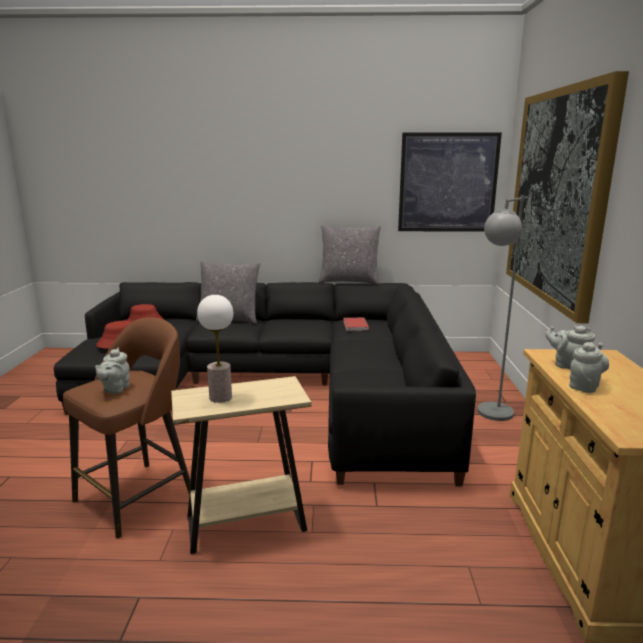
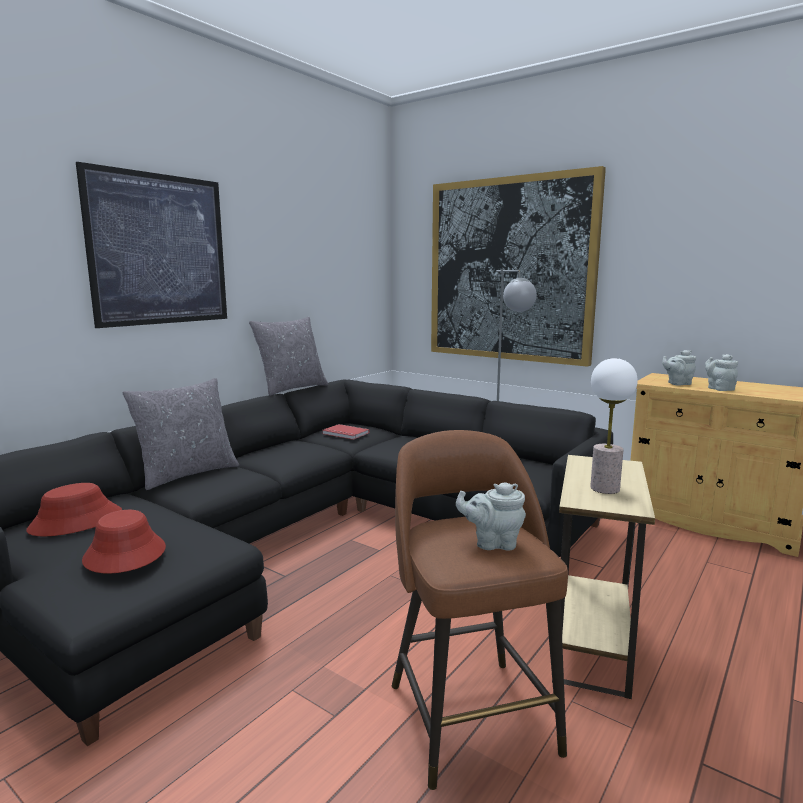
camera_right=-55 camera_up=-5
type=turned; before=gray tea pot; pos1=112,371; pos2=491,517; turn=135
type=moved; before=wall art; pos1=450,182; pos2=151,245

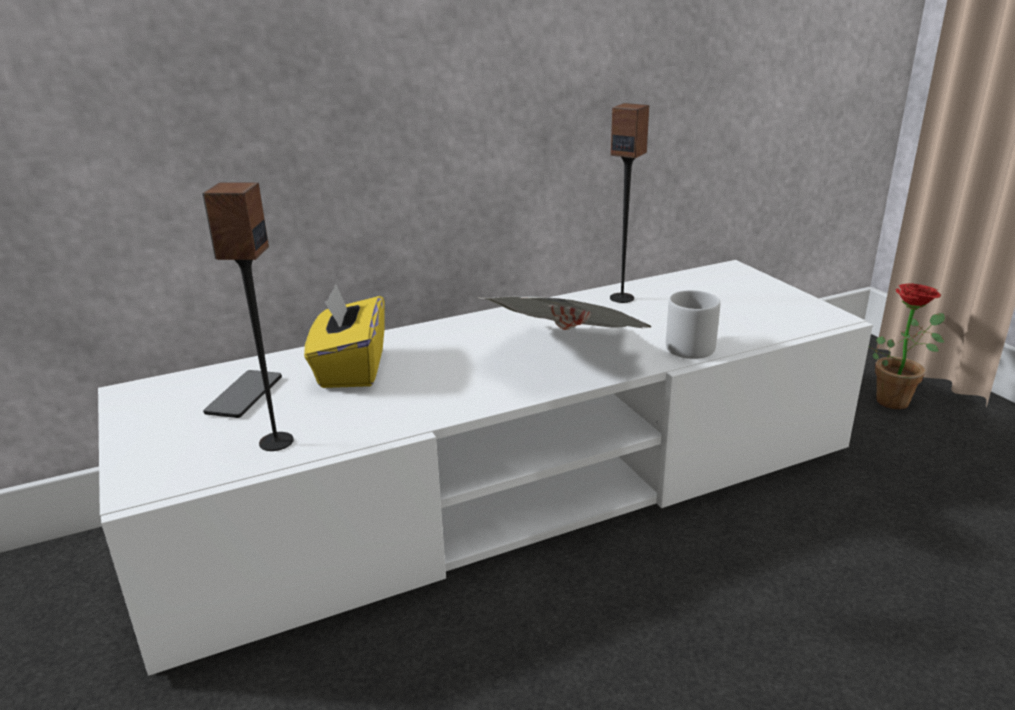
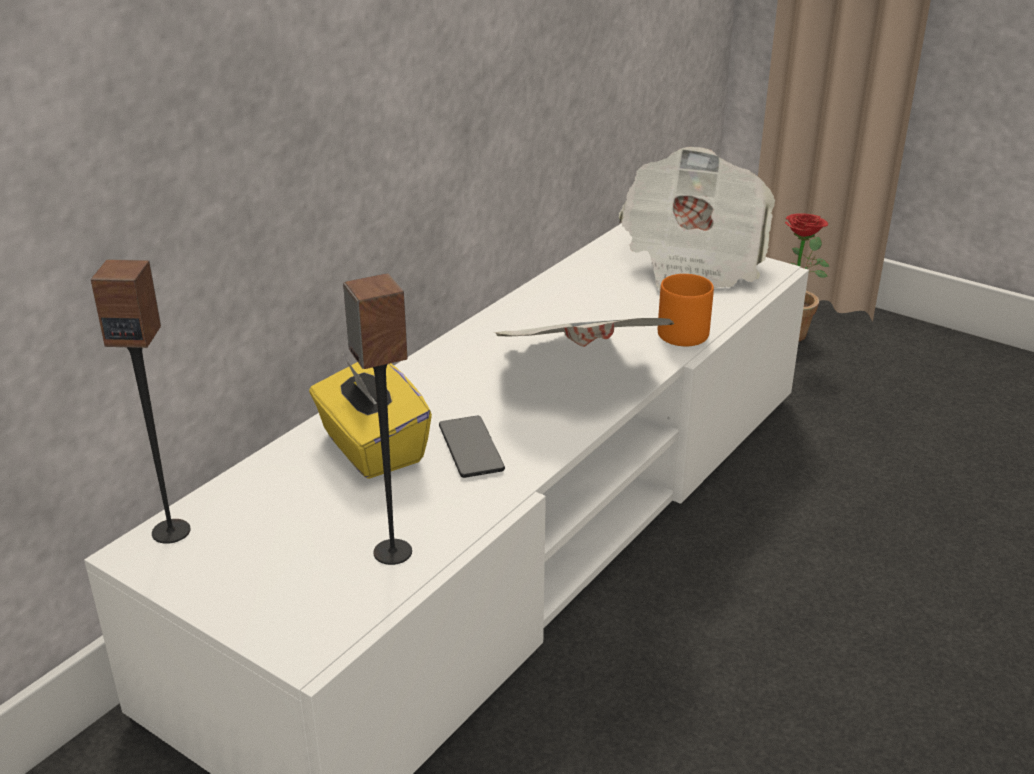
camera_right=-30 camera_up=5
type=moved; before=telephone; pos1=242,394; pos2=472,447
type=moved; before=speaker; pos1=629,203; pos2=141,401
type=recoloured; before=gray tea mug; after=orangey tea mug; pos1=693,324; pos2=686,310
type=added; after=printed paper; pos2=697,218

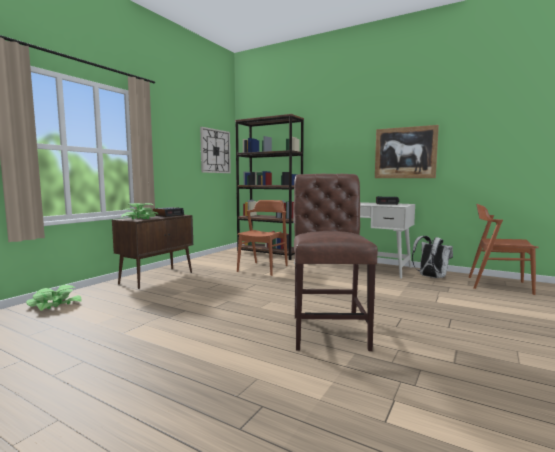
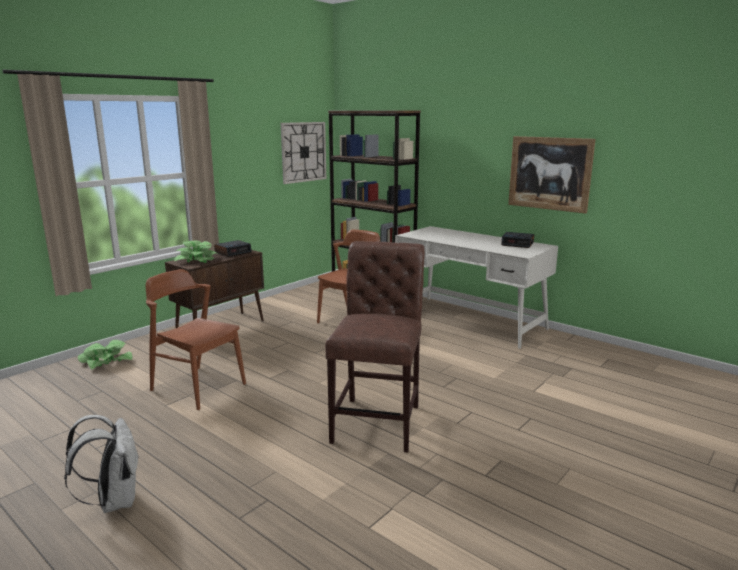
camera_right=10 camera_up=10
type=moved; before=white-coloured knapsack; pos1=432,257; pos2=101,464
type=moved; before=brownish chair; pos1=503,249; pos2=196,339

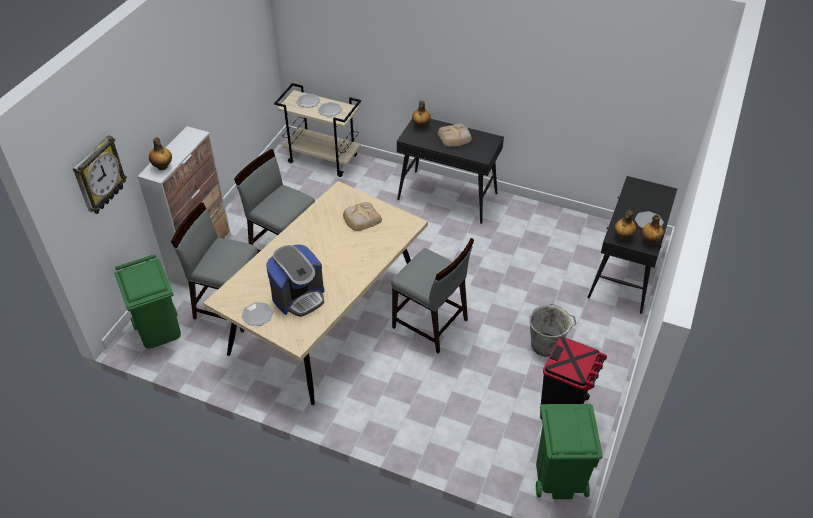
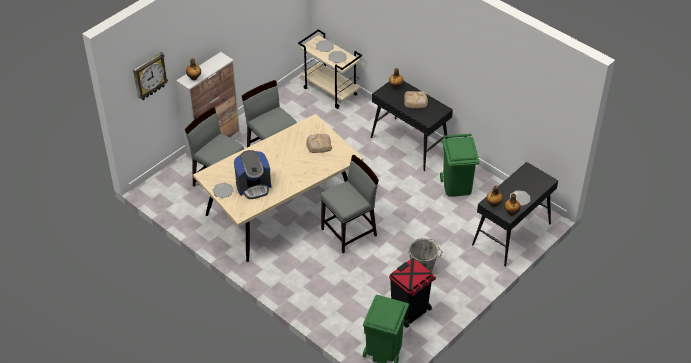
camera_right=20 camera_up=0
type=moved; before=greenish rubbish bin; pos1=148,301; pos2=460,165
type=turned; before=gray chair; pos1=432,296; pos2=350,204; turn=-90

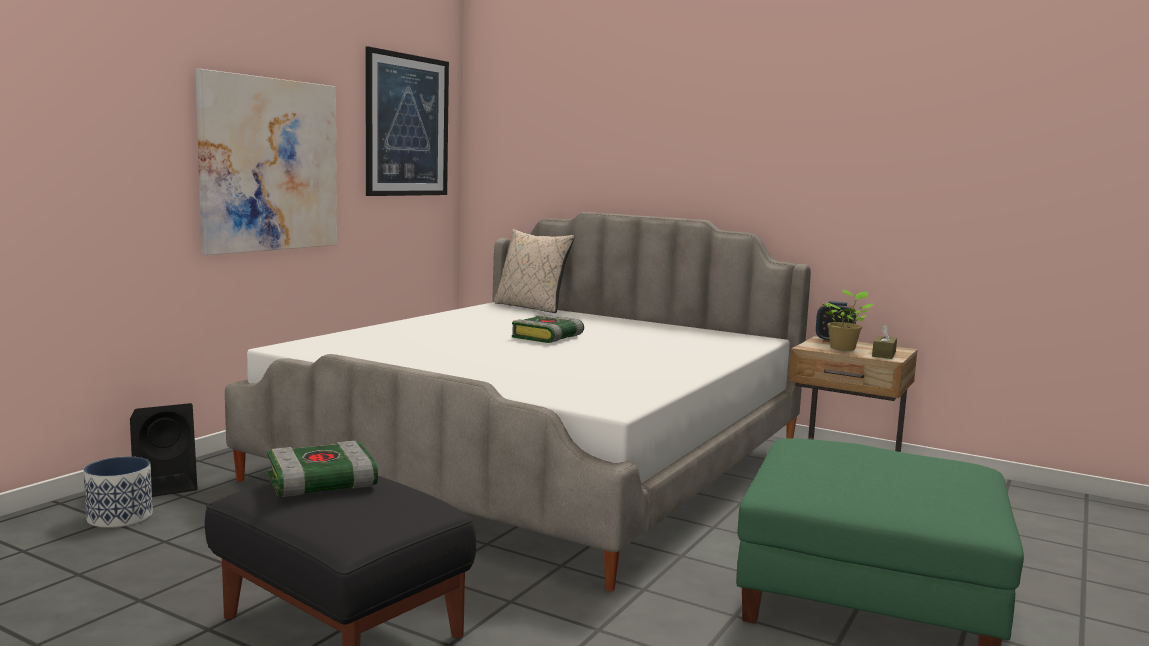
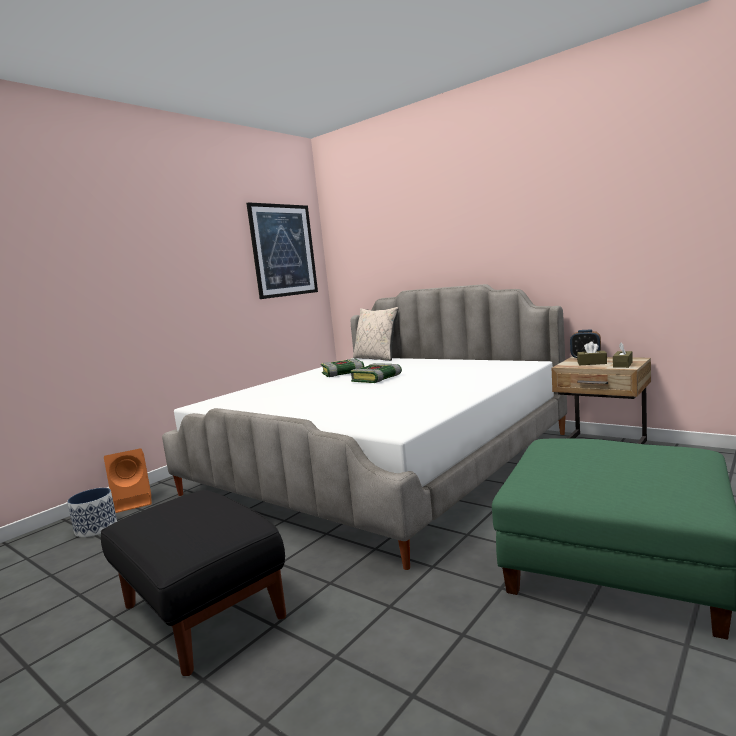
camera_right=10 camera_up=0
type=recoloured; before=black speaker; after=orangey speaker; pos1=163,450; pos2=128,480
type=removed; before=wall art; pos1=266,162
type=moved; before=volume; pos1=322,469; pos2=342,367
type=replaced; before=potted plant; after=brownish tissue holder; pos1=848,320; pos2=592,353

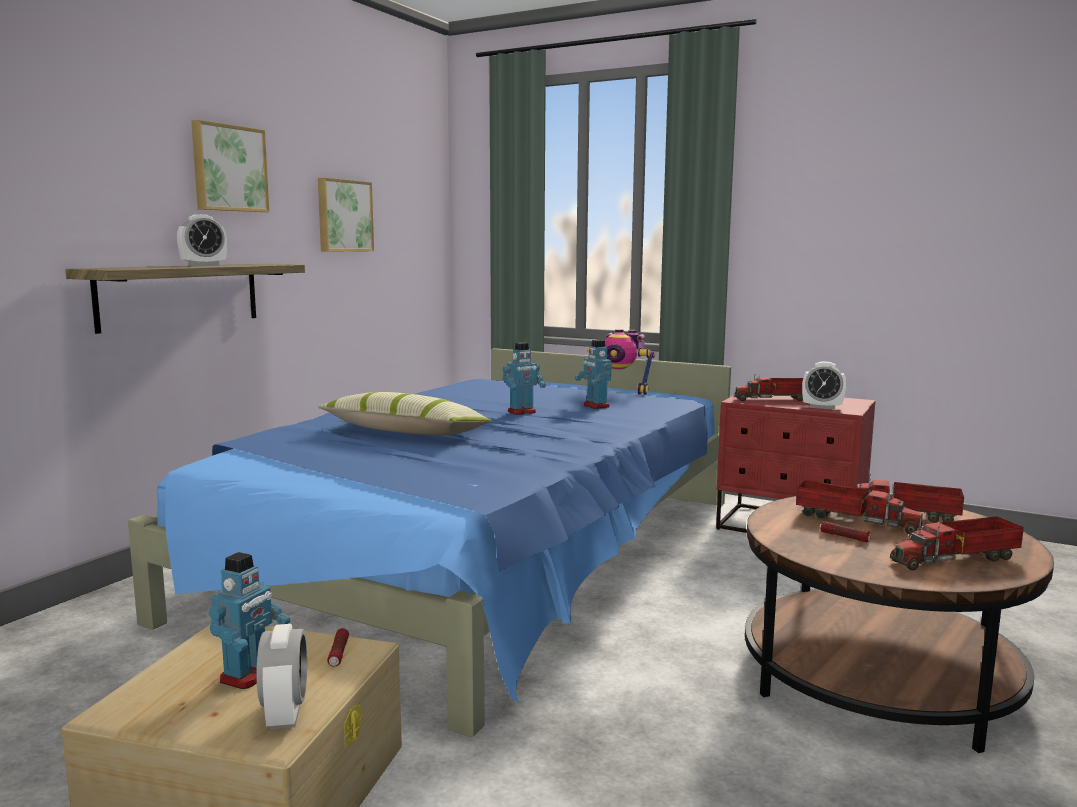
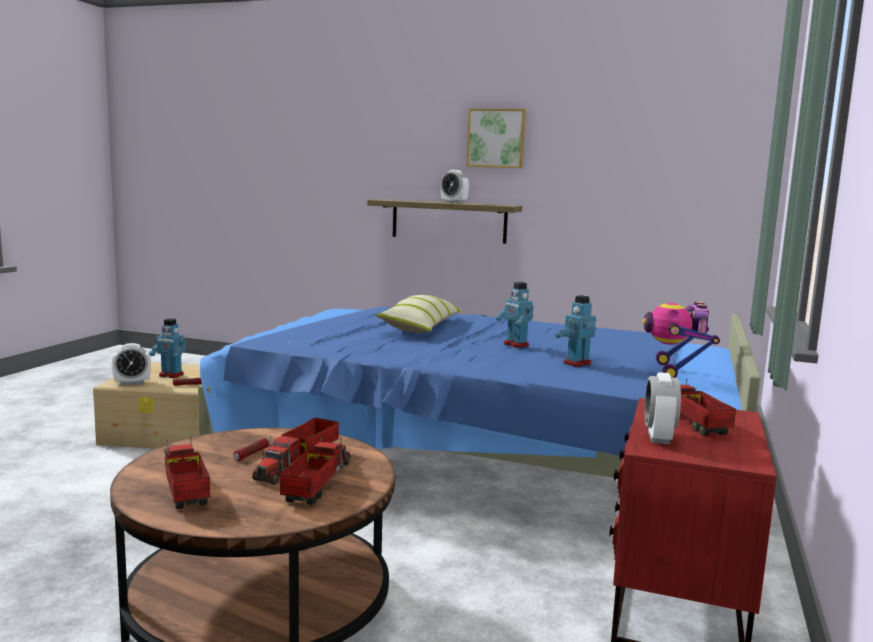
camera_right=80 camera_up=0
type=removed; before=wall art; pos1=346,215

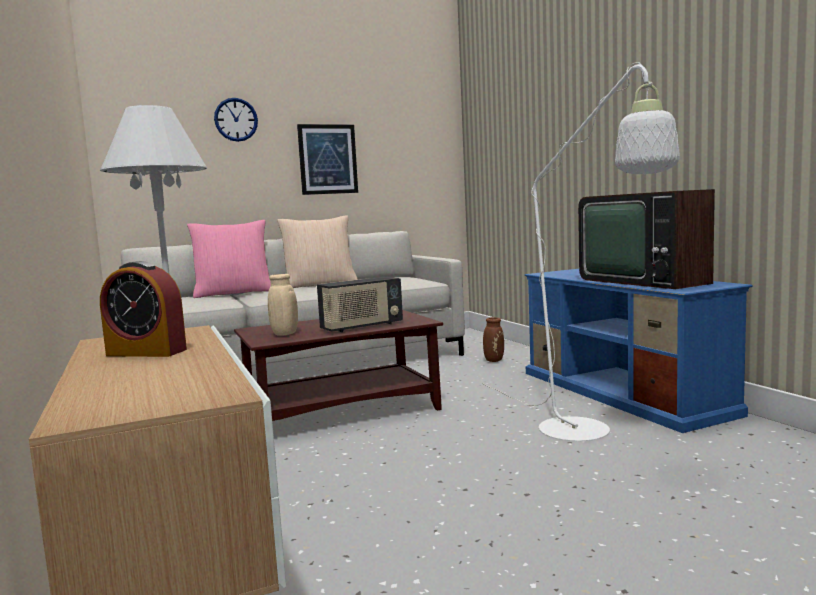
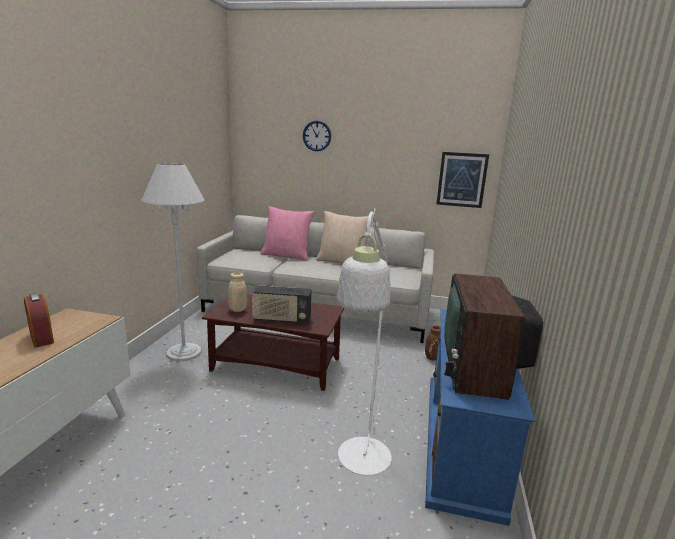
camera_right=35 camera_up=10
type=moved; before=wall art; pos1=327,159; pos2=462,180

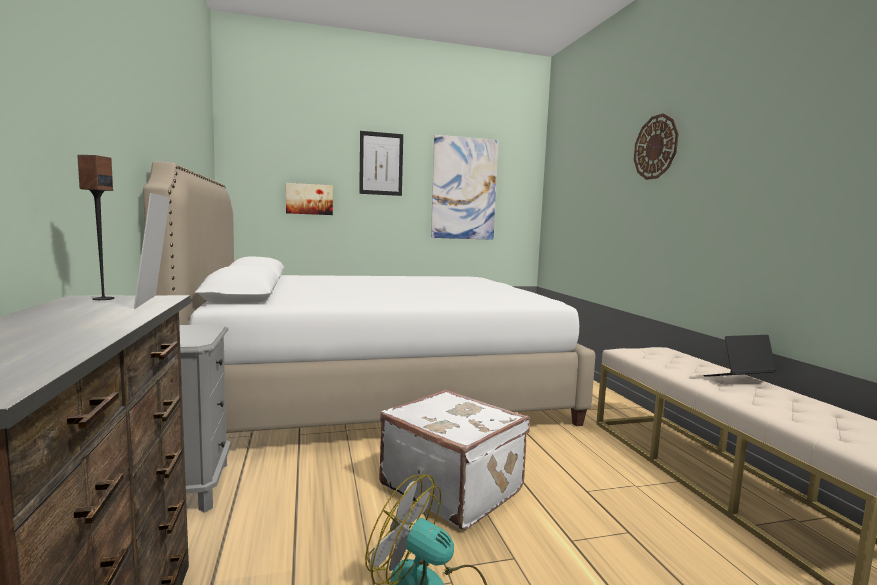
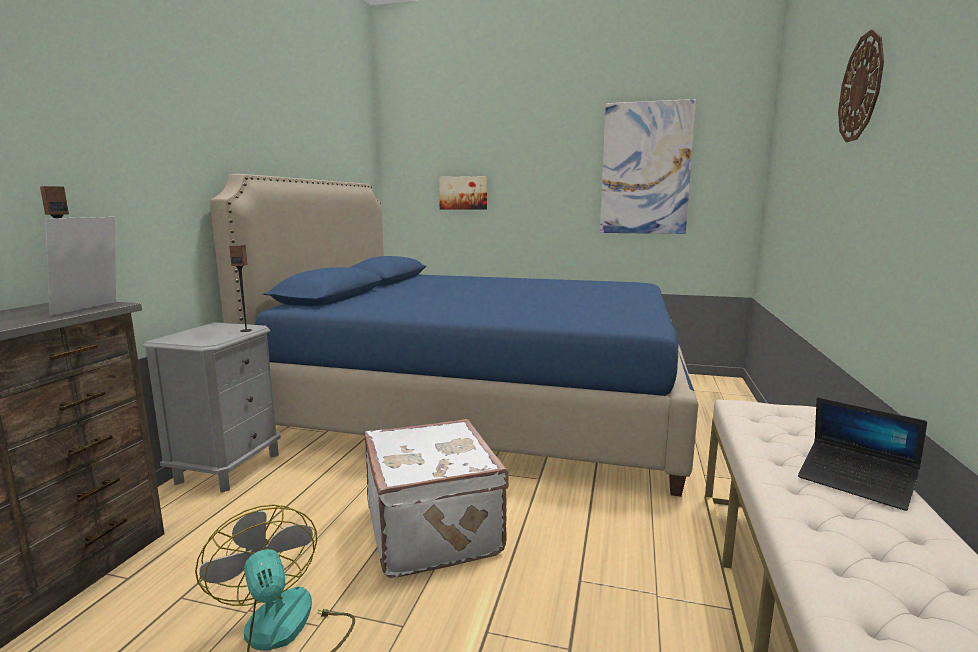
camera_right=30 camera_up=5
type=recoloured; before=white-coloured bed; after=blue-coloured bed; pos1=369,297; pos2=454,335
type=removed; before=wall art; pos1=381,163
type=turned; before=laptop; pos1=739,356; pos2=862,454; turn=-150
type=added; after=speaker; pos2=240,288

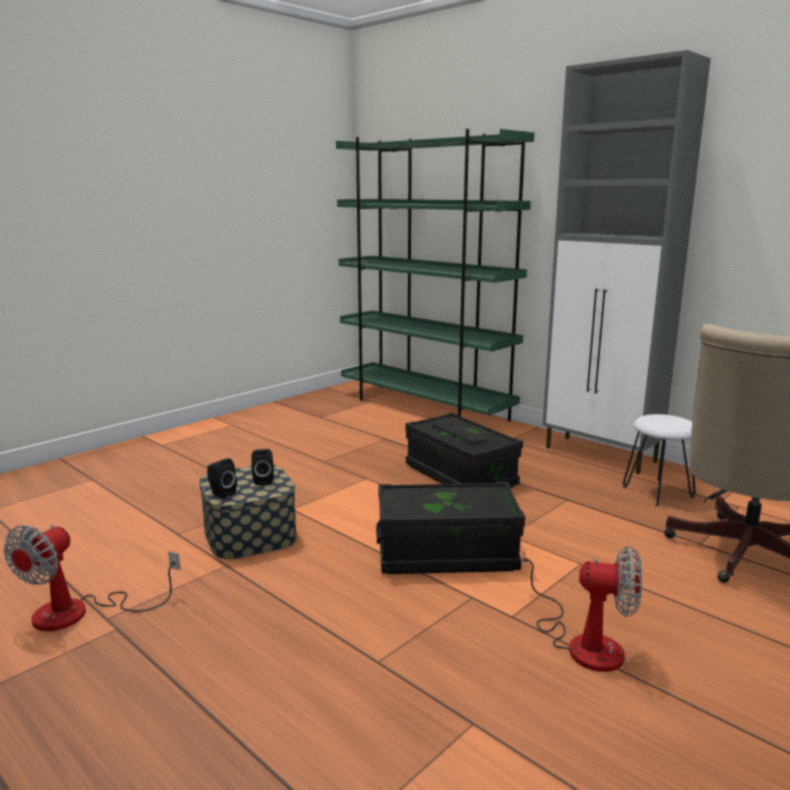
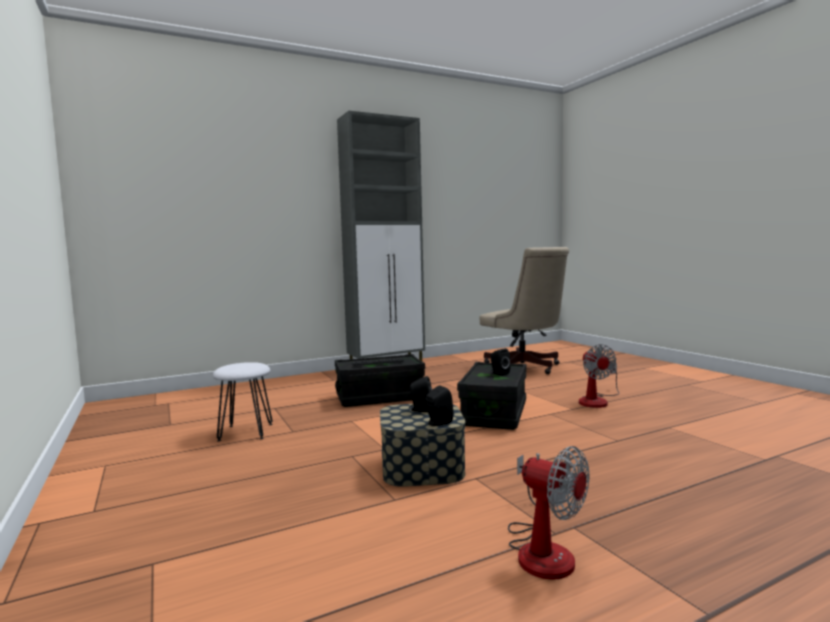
camera_right=-70 camera_up=-10
type=removed; before=greenish bookcase; pos1=435,275
type=turned; before=cooling fan; pos1=582,609; pos2=599,376; turn=135
type=moved; before=white-coloured stool seat; pos1=659,460; pos2=243,401
type=added; after=black speaker; pos2=500,362

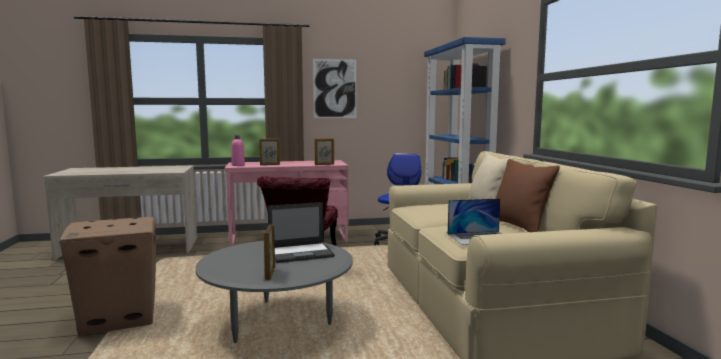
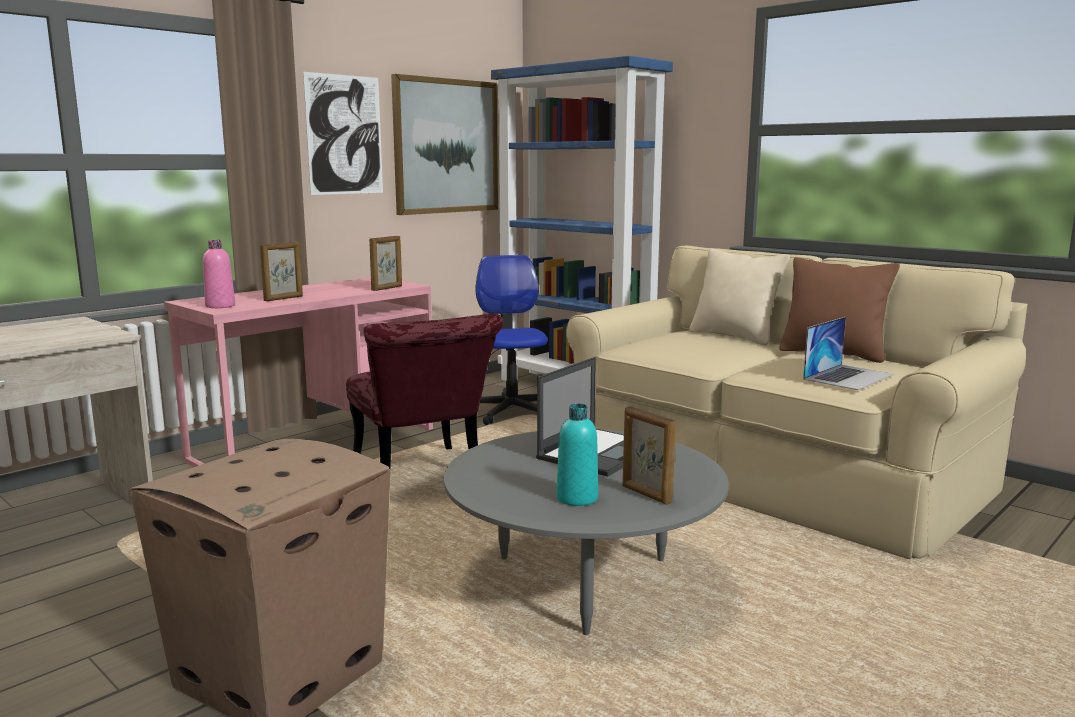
camera_right=-35 camera_up=5
type=added; after=wall art; pos2=444,144
type=added; after=turquoise-coloured drink bottle; pos2=577,455

